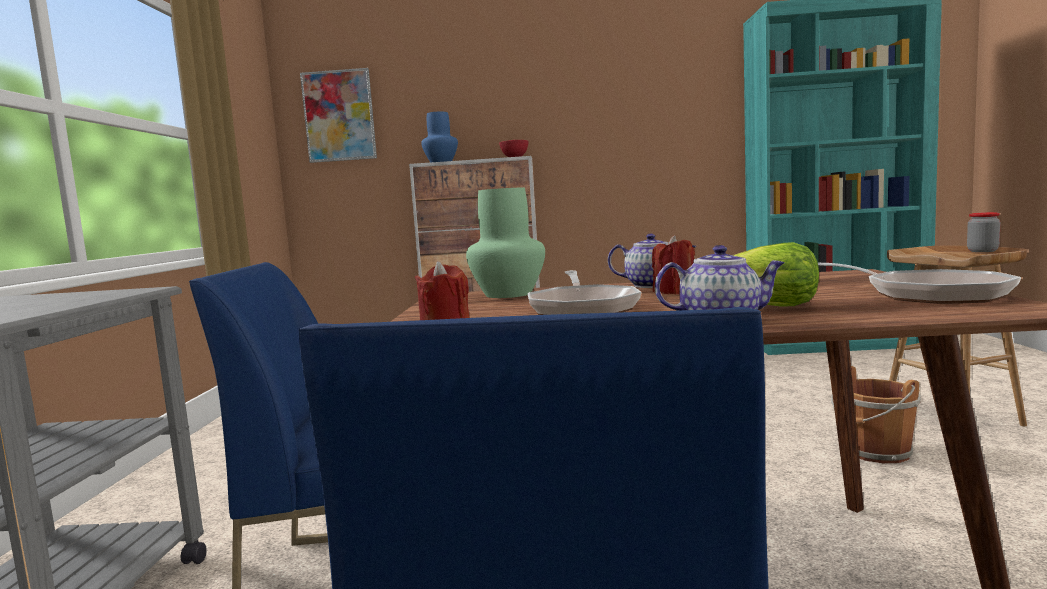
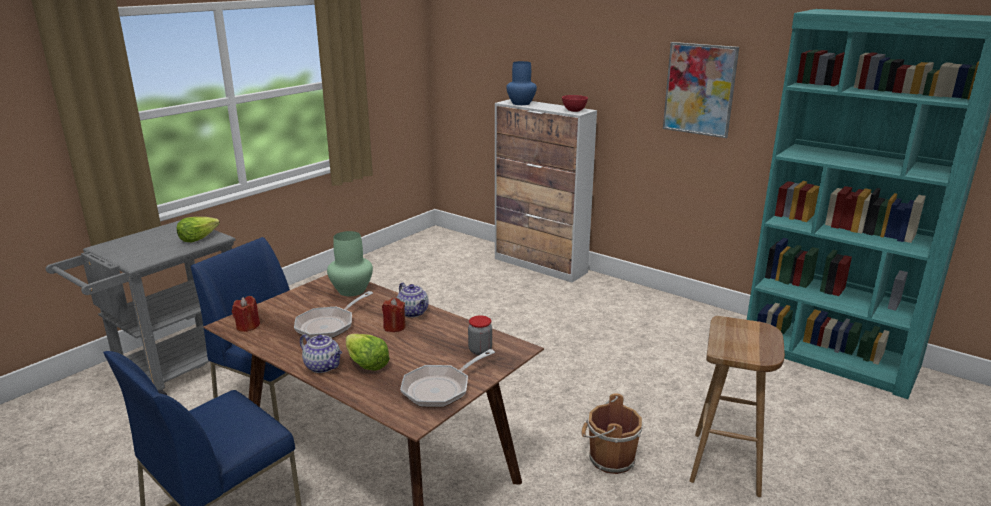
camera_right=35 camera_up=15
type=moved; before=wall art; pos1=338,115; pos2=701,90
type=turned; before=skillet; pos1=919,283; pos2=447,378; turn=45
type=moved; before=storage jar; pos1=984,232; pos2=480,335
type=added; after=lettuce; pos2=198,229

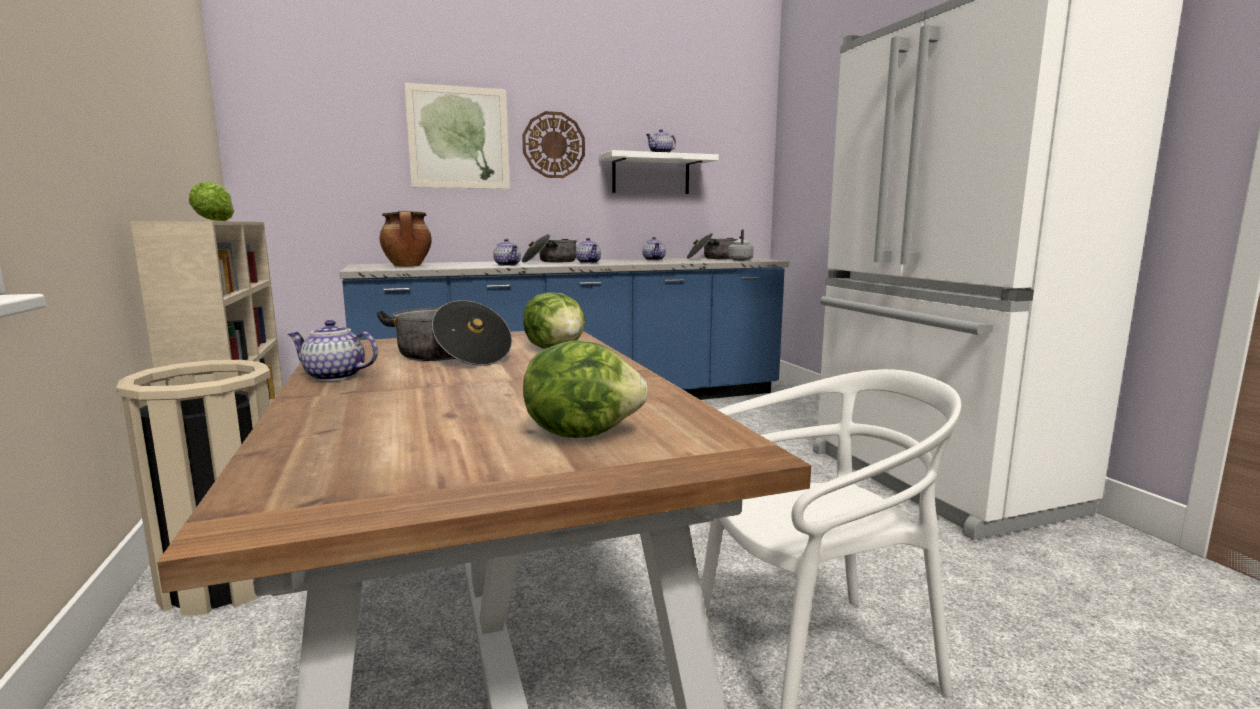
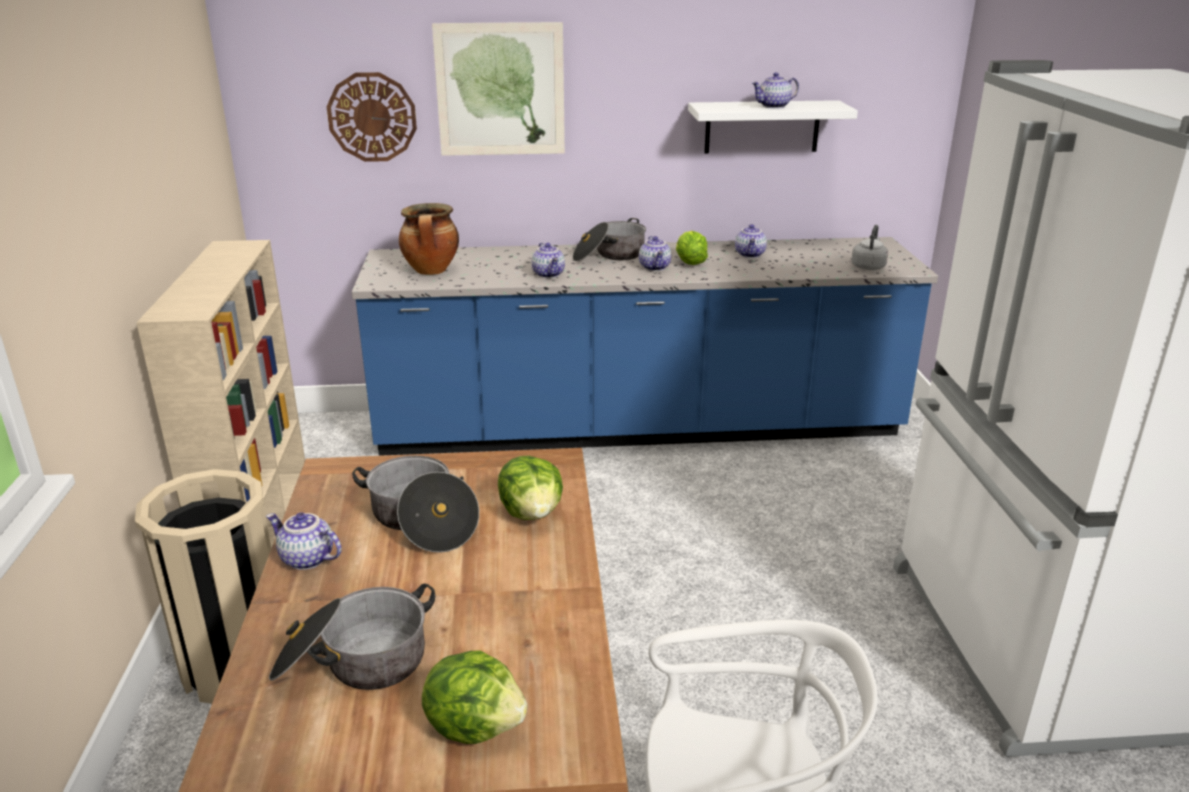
camera_right=15 camera_up=15
type=moved; before=lettuce; pos1=211,201; pos2=692,248
type=moved; before=hanging clock; pos1=553,144; pos2=372,117
type=moved; before=stockpot; pos1=712,246; pos2=352,637

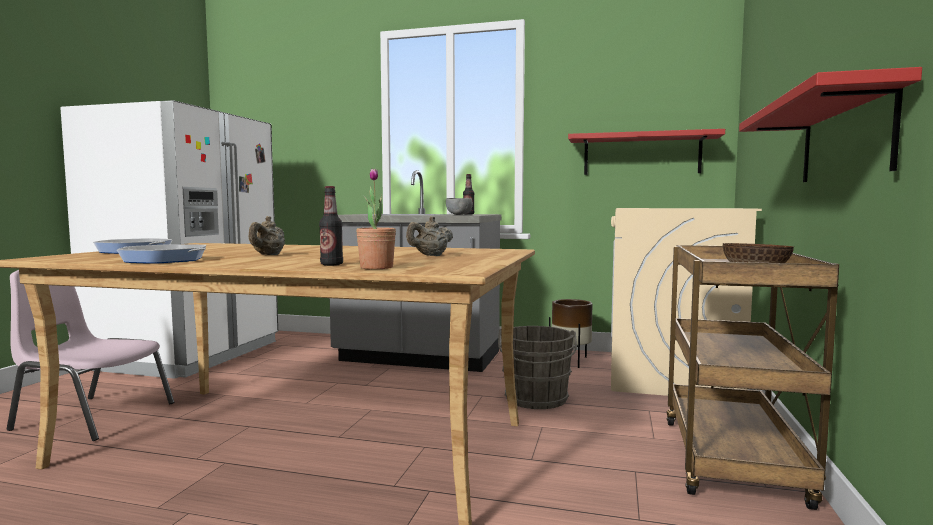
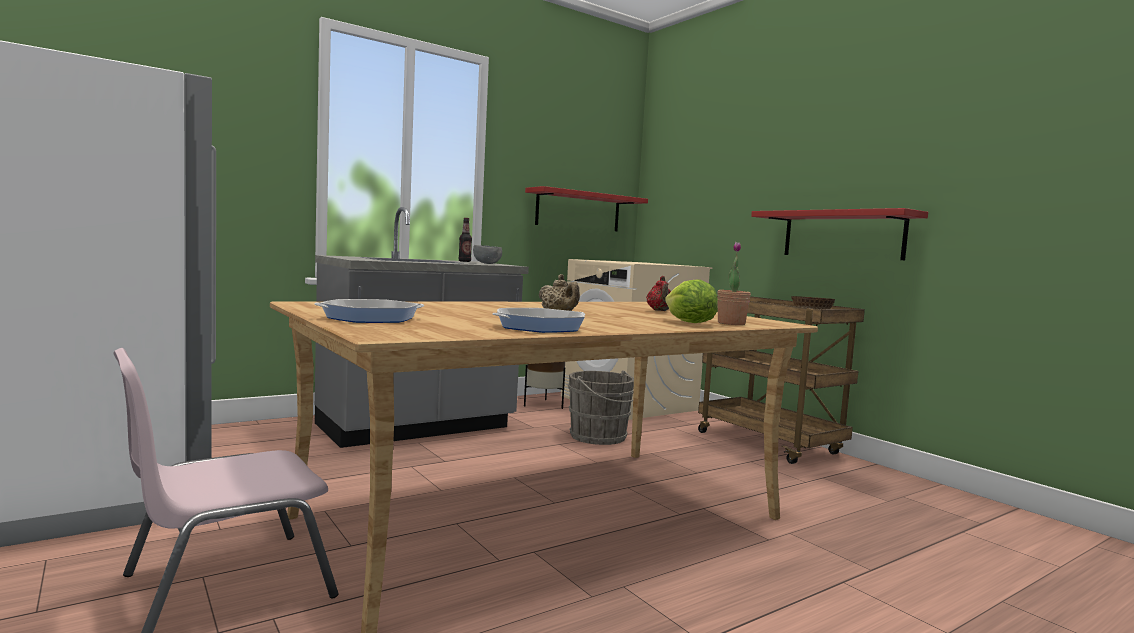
camera_right=-50 camera_up=0
type=replaced; before=drink bottle; after=lettuce; pos1=331,226; pos2=691,301
type=recoloured; before=sand-coloured tea pot; after=red tea pot; pos1=429,236; pos2=658,293

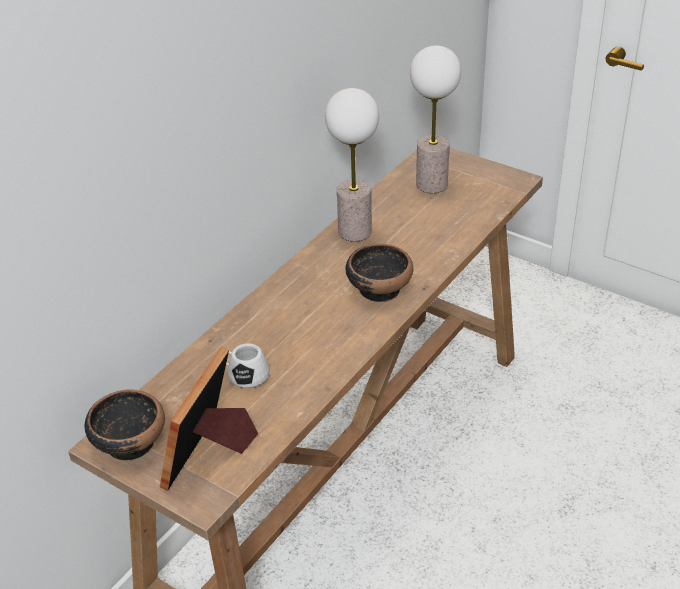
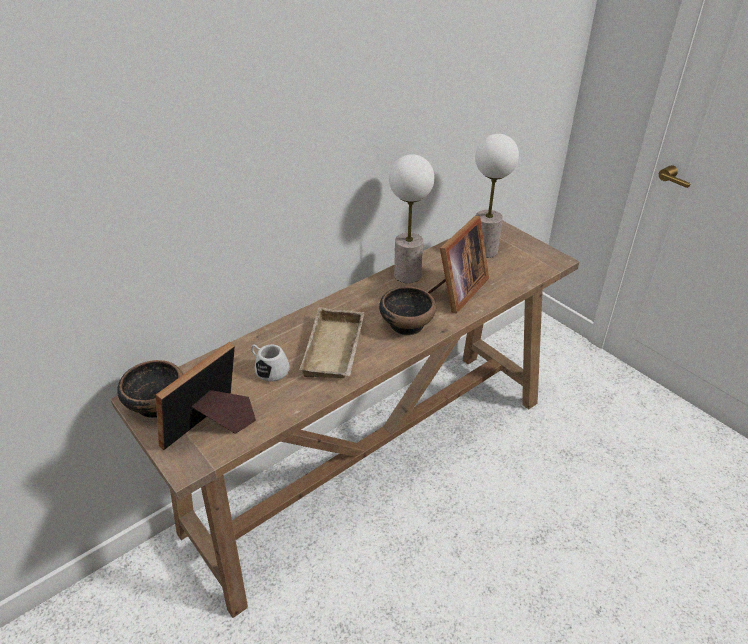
camera_right=15 camera_up=0
type=added; after=sand-coloured serving tray; pos2=331,342
type=added; after=photo frame; pos2=458,264

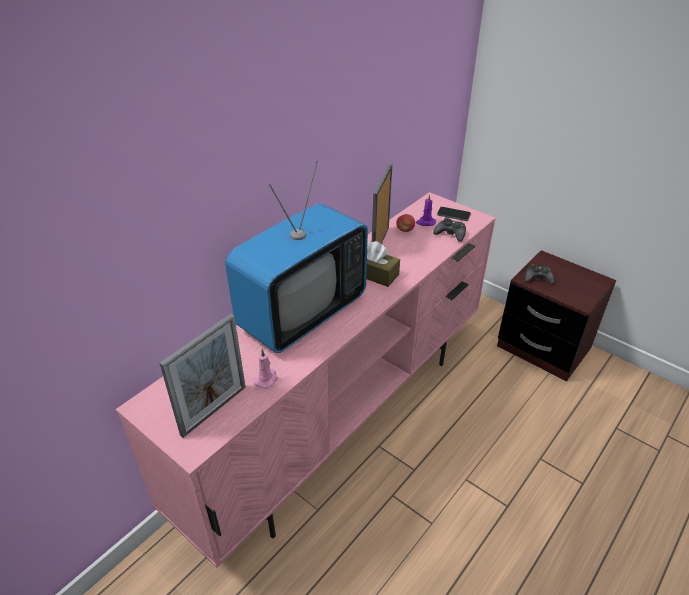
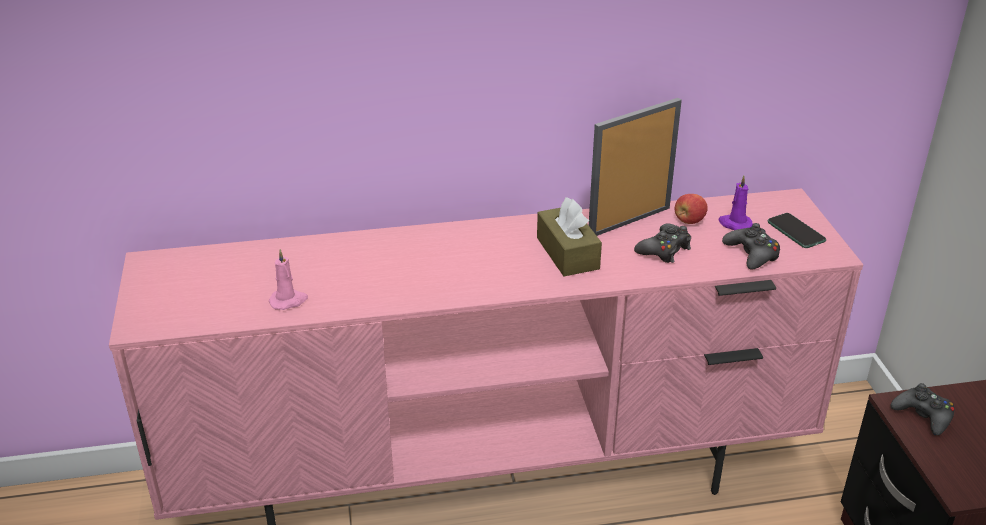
camera_right=40 camera_up=-5
type=removed; before=photo frame; pos1=202,376
type=removed; before=TV; pos1=296,257
type=added; after=black joypad; pos2=662,243

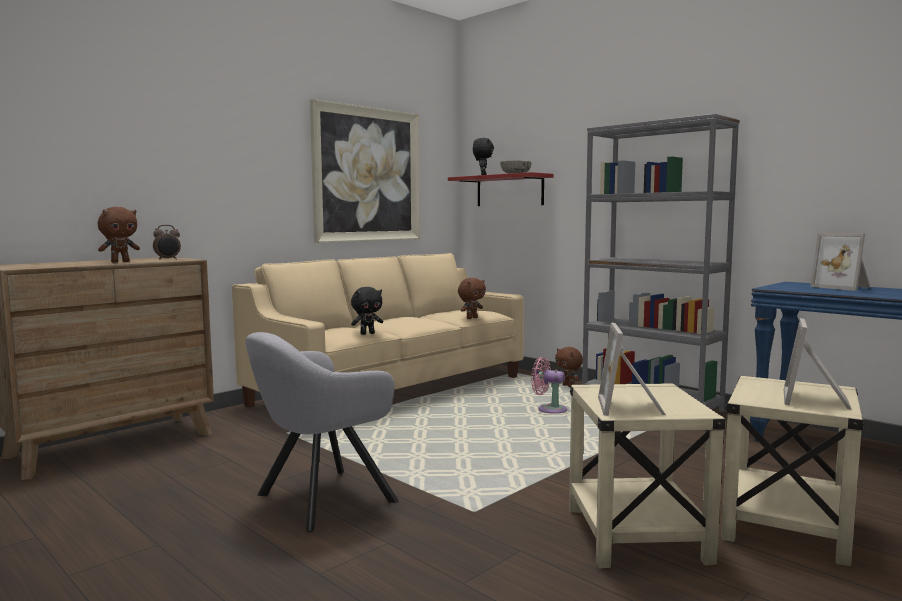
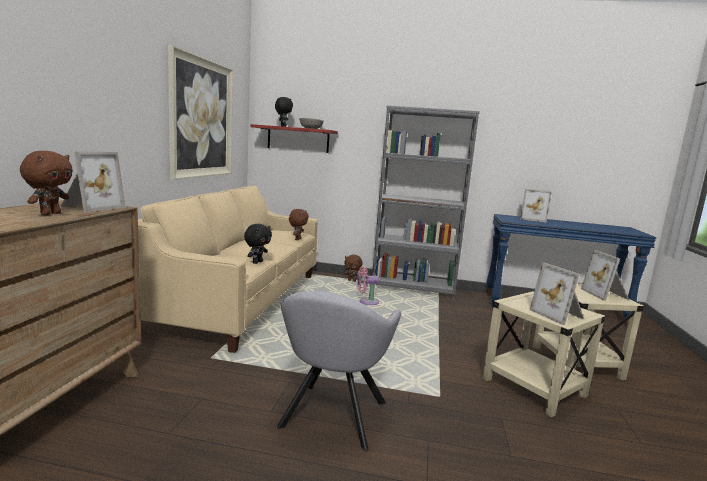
camera_right=-35 camera_up=5
type=replaced; before=bedside clock; after=photo frame; pos1=167,242; pos2=93,182

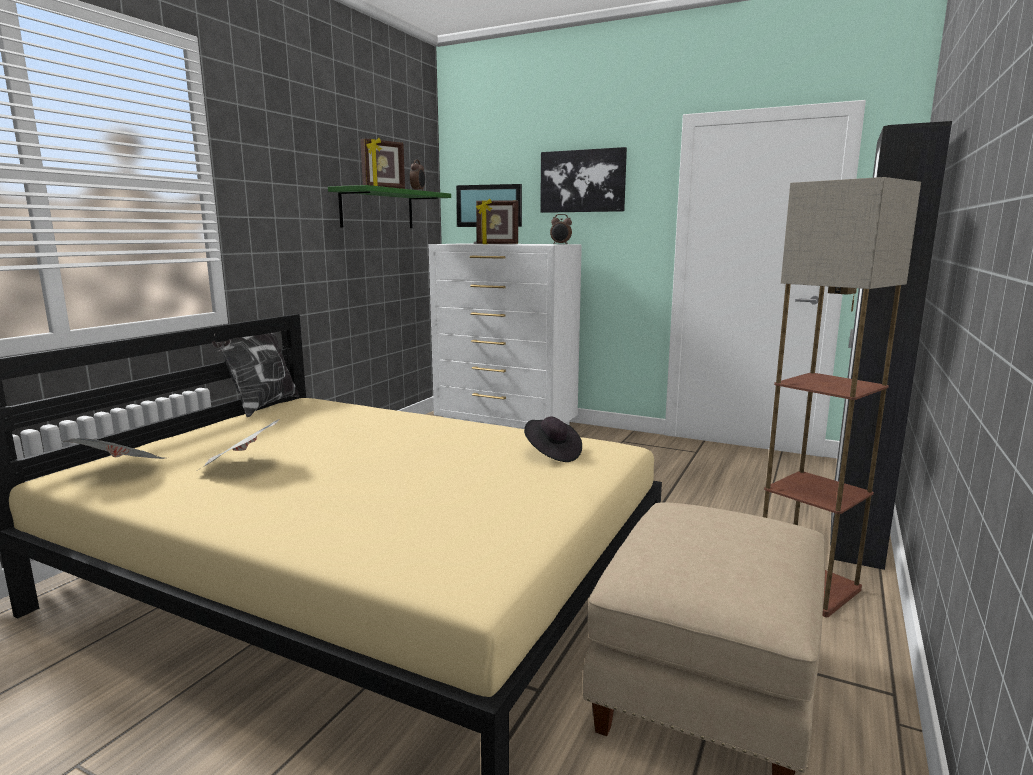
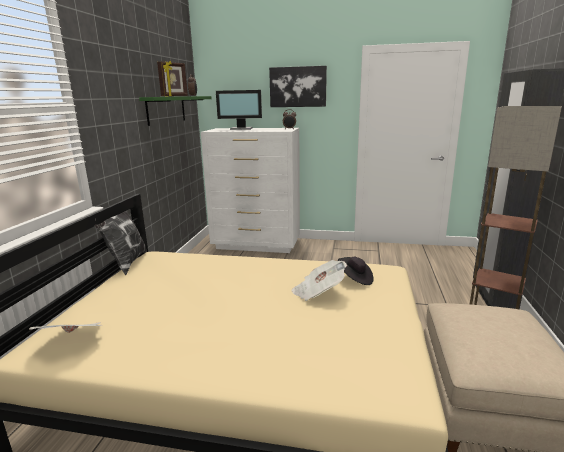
camera_right=-15 camera_up=5
type=moved; before=printed paper; pos1=239,444; pos2=319,280
type=removed; before=photo frame; pos1=497,221

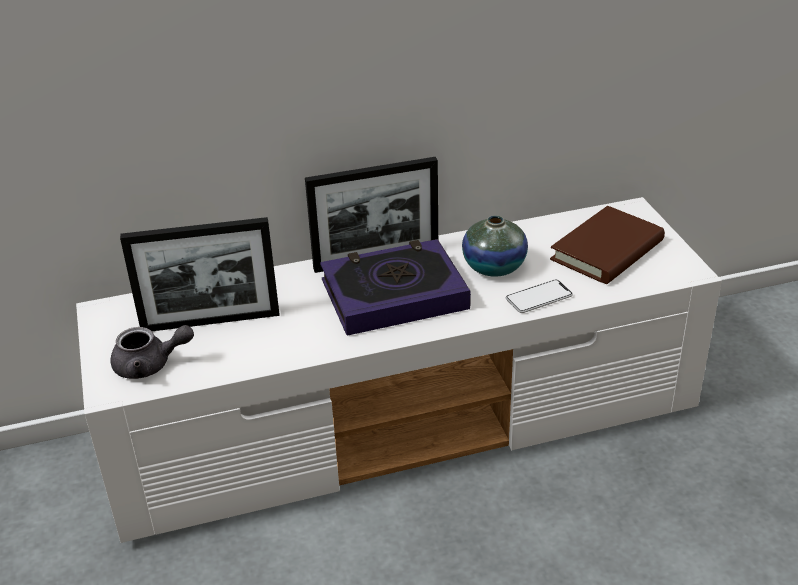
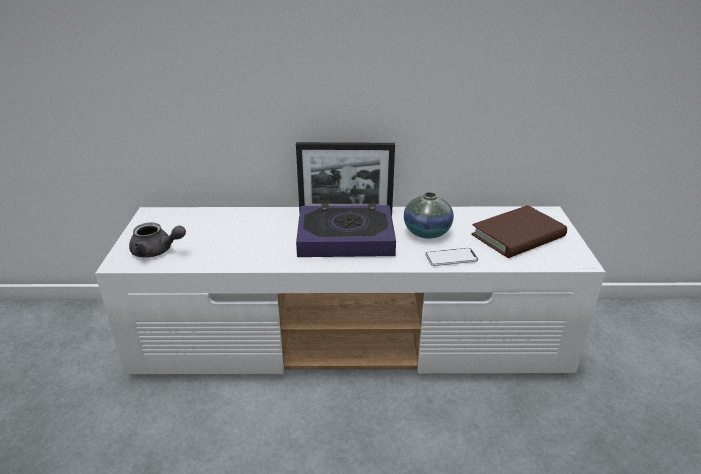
camera_right=15 camera_up=-5
type=removed; before=photo frame; pos1=200,274

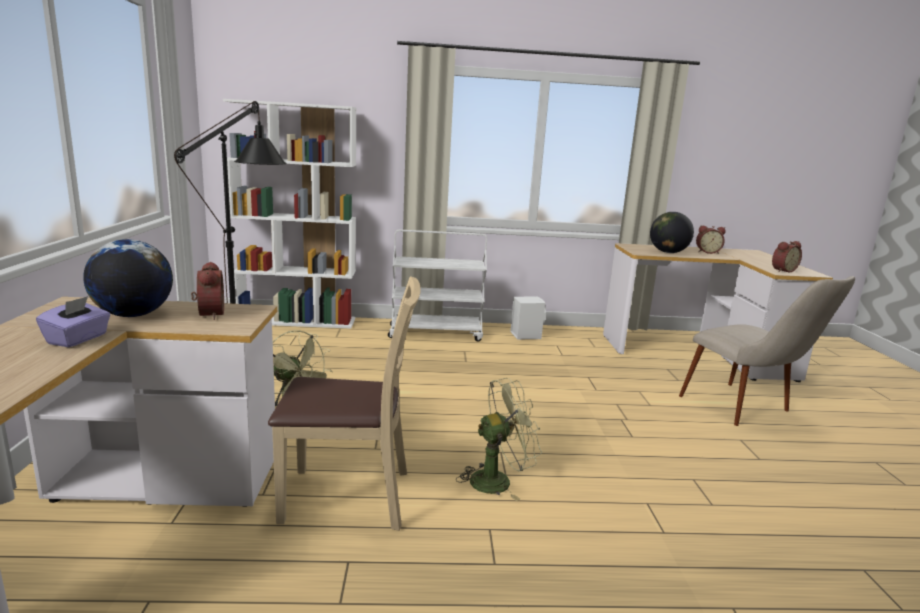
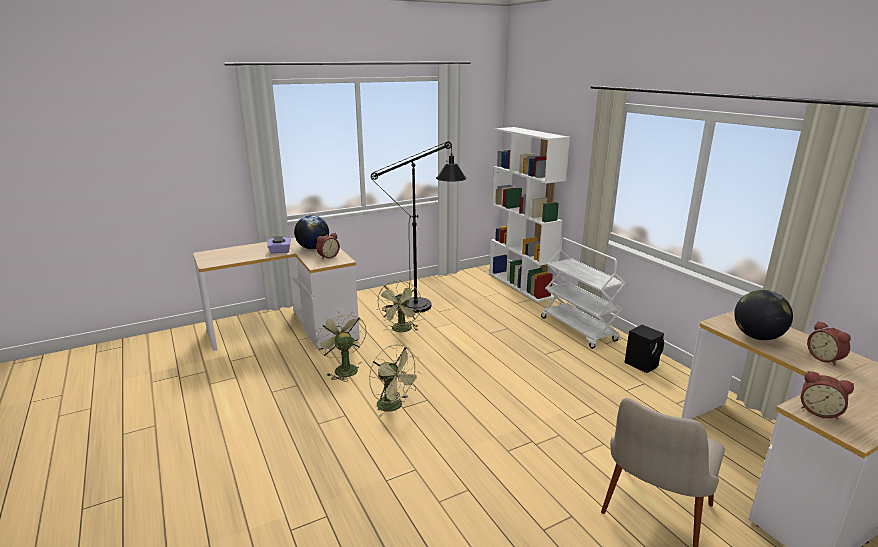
camera_right=65 camera_up=5
type=replaced; before=sand-coloured chair; after=greenish cooling fan; pos1=344,403; pos2=341,346
type=recoloured; before=white-coloured speaker; after=black speaker; pos1=528,318; pos2=644,349

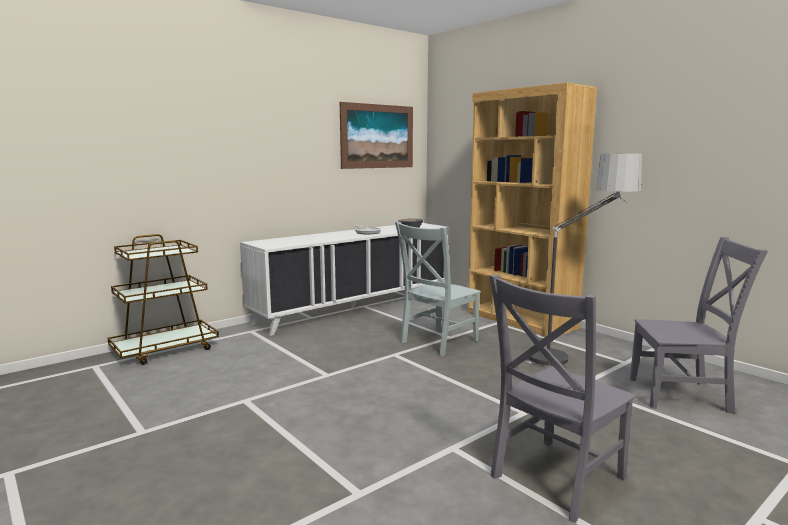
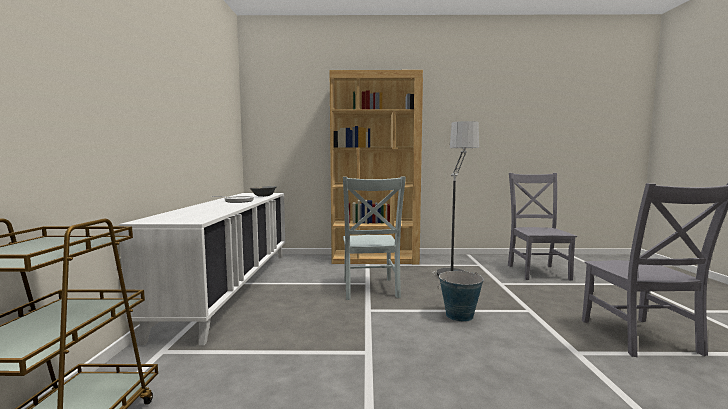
camera_right=-50 camera_up=-5
type=removed; before=wall art; pos1=376,135
type=turned; before=gray chair; pos1=699,325; pos2=542,227; turn=-45
type=added; after=water bucket; pos2=461,296

